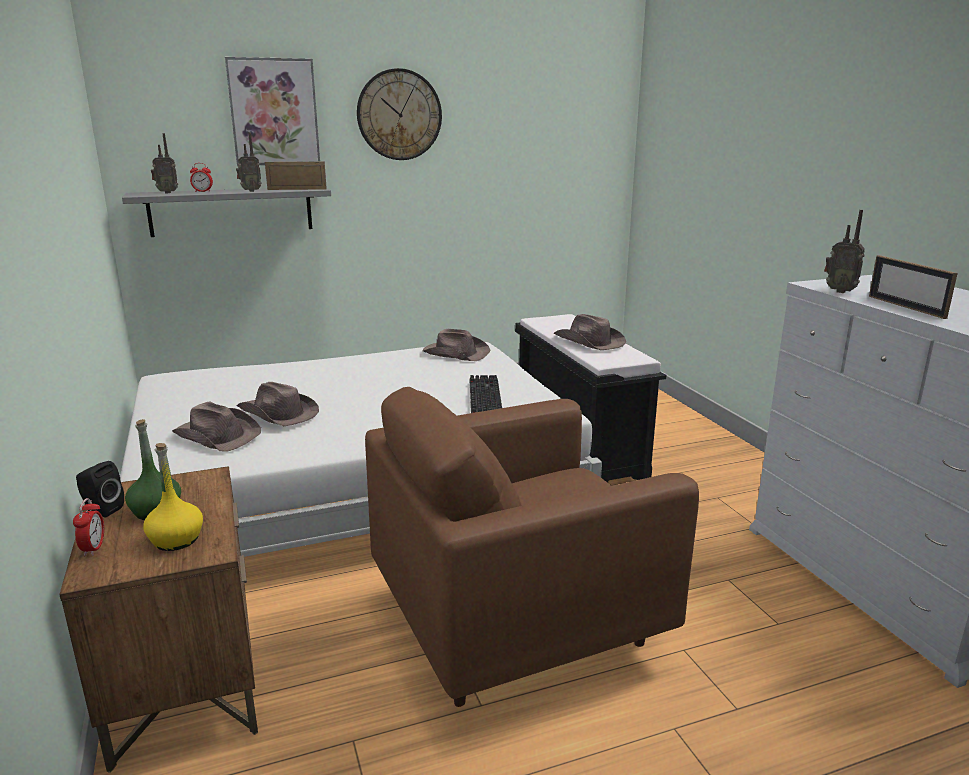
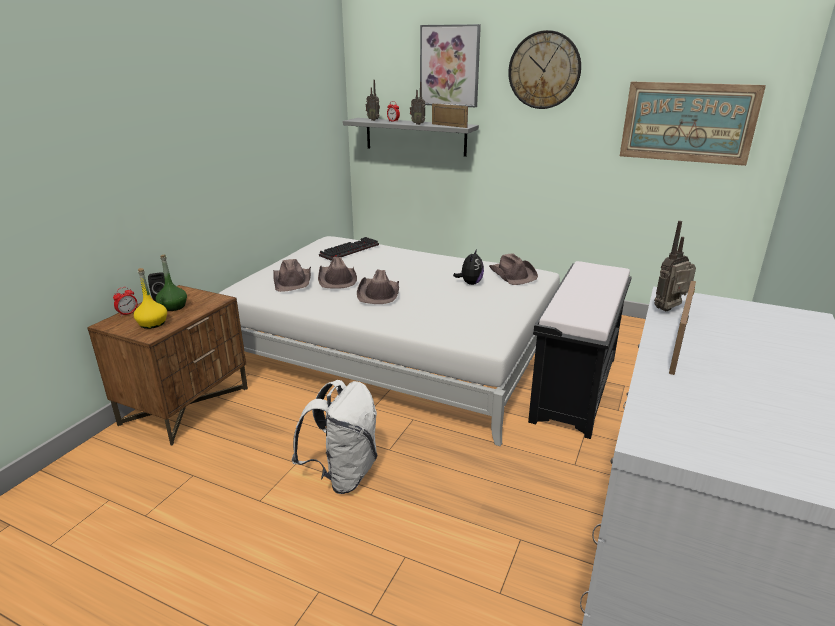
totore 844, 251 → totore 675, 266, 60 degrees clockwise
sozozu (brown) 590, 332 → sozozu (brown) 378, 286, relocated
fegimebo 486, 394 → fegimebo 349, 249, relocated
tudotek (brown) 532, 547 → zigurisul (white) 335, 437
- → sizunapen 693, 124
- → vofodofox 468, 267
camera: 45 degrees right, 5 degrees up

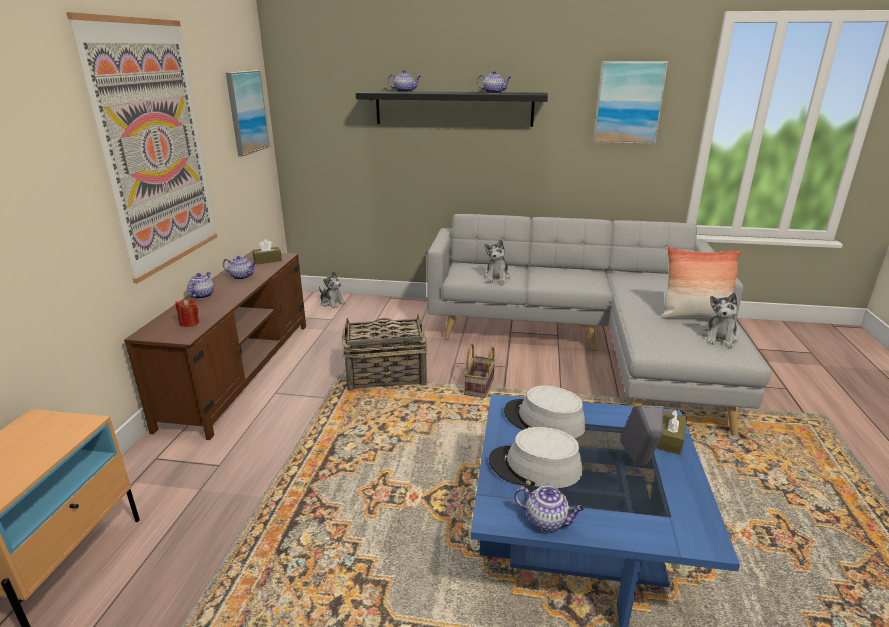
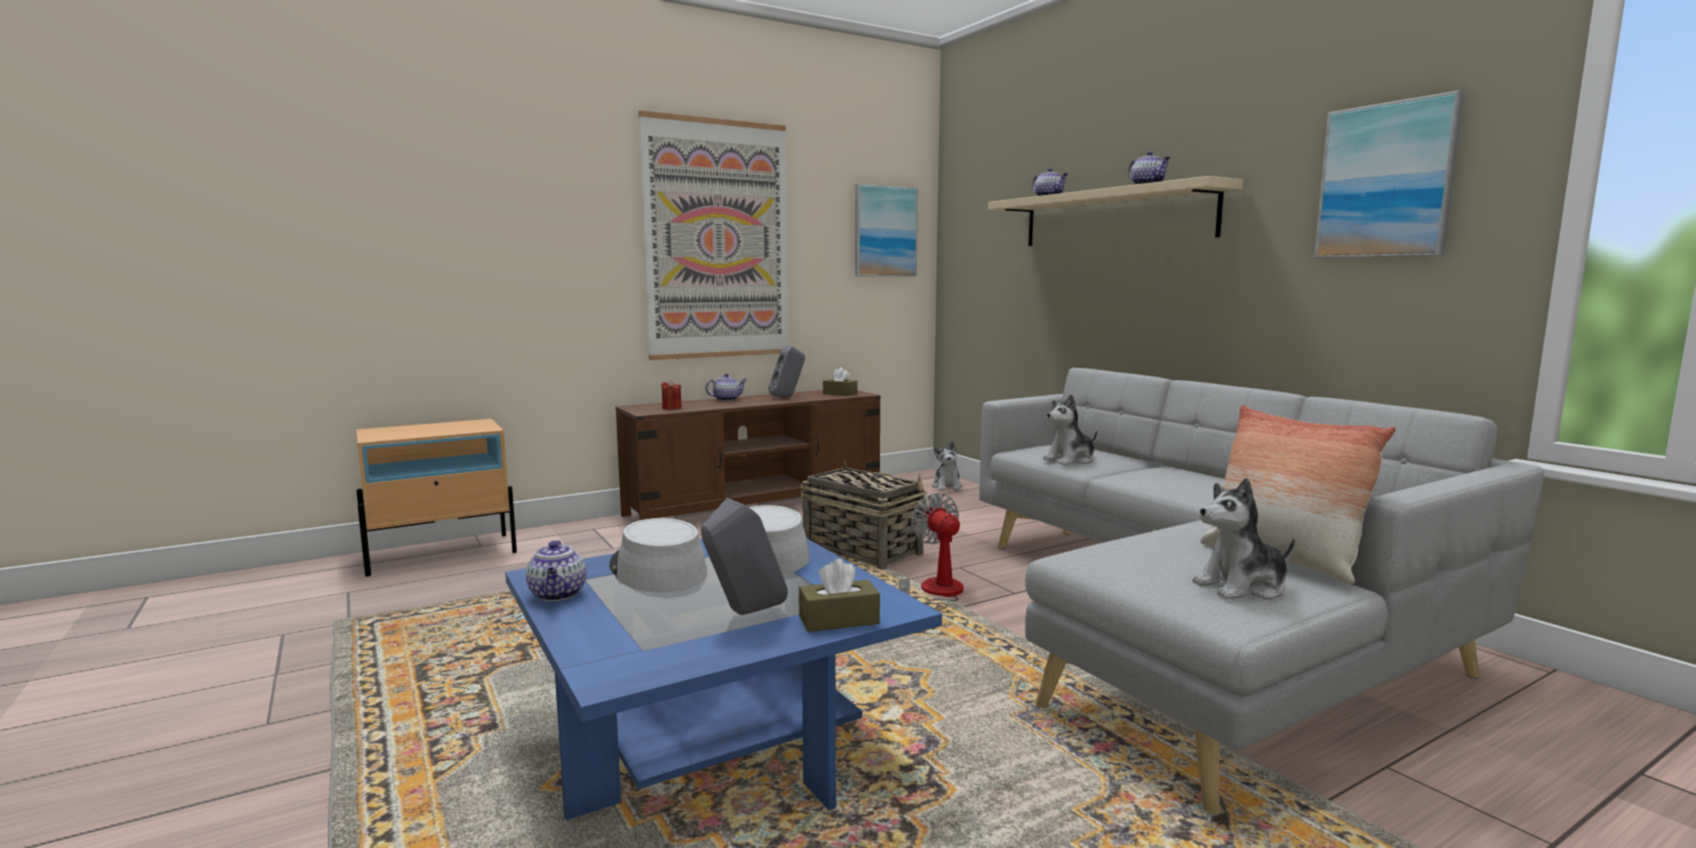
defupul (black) 452, 109 → defupul (beige) 1115, 211
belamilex 239, 268 → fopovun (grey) 787, 371
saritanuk 479, 371 → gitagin 930, 551
camera: 50 degrees right, 15 degrees down

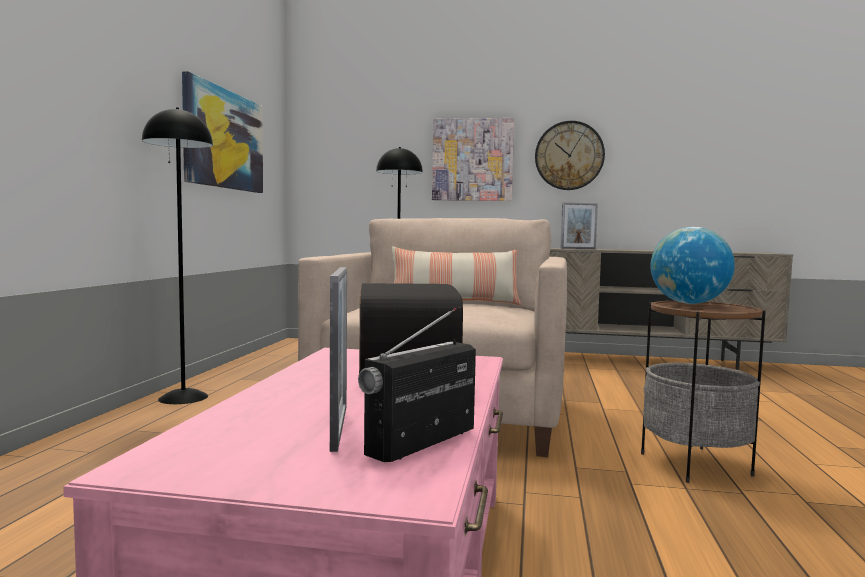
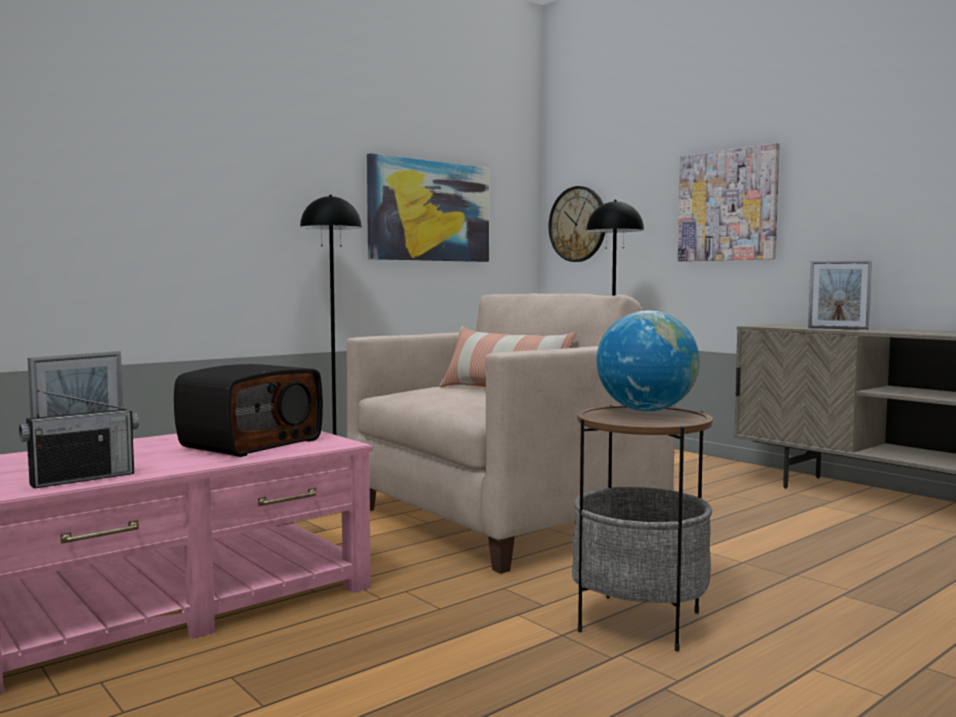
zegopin 570, 155 → zegopin 577, 224, relocated
totore 417, 385 → totore 79, 439, 150 degrees clockwise
camera: 40 degrees right, 0 degrees up

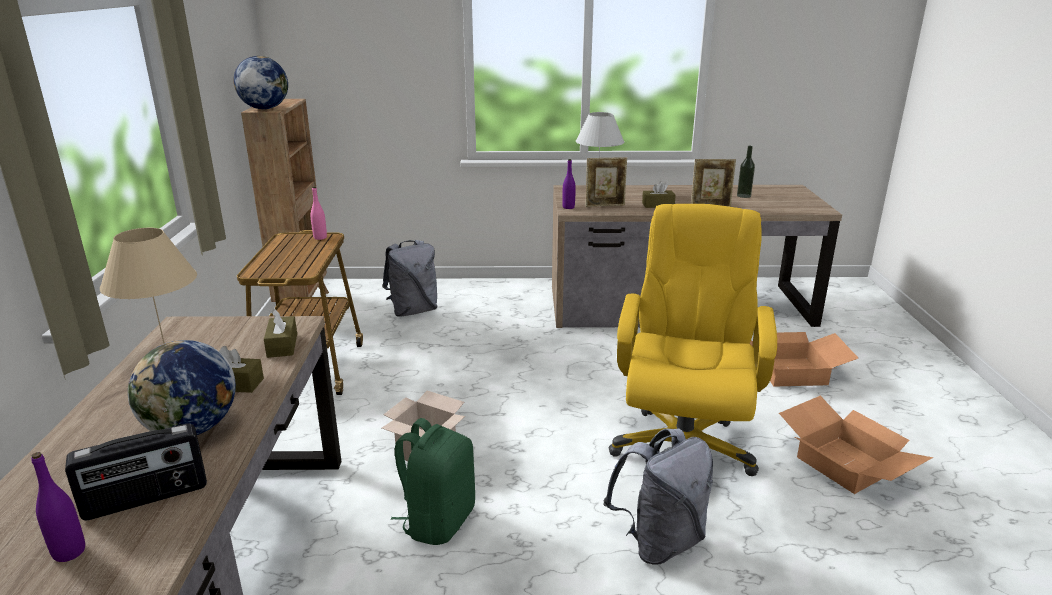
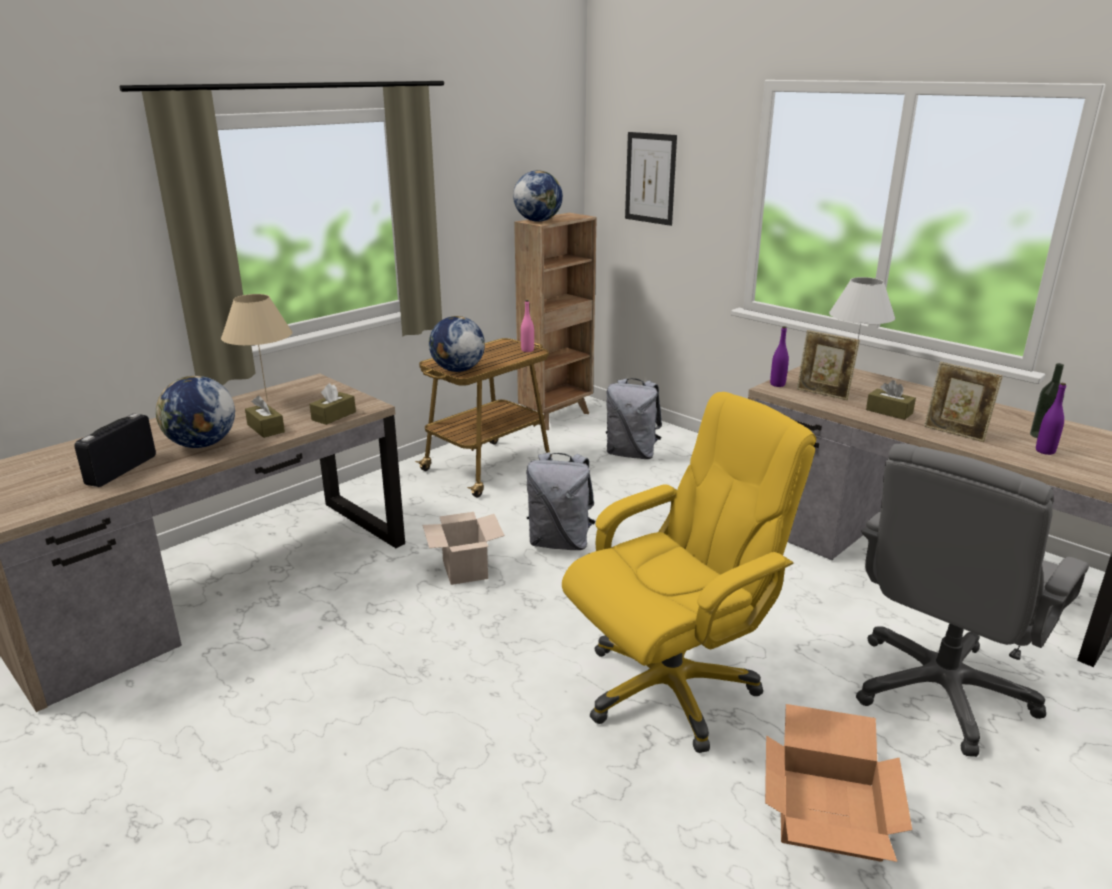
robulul 804, 359 → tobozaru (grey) 972, 600
zigurisul (green) 433, 481 → -
totore 136, 472 → totore 115, 450, 90 degrees clockwise
zigurisul (grey) 658, 497 → zigurisul (grey) 561, 501, relocated
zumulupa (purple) 58, 507 → zumulupa (purple) 1051, 419, relocated
- → sizunapen 651, 179
- → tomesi 457, 344
camera: 45 degrees right, 0 degrees up

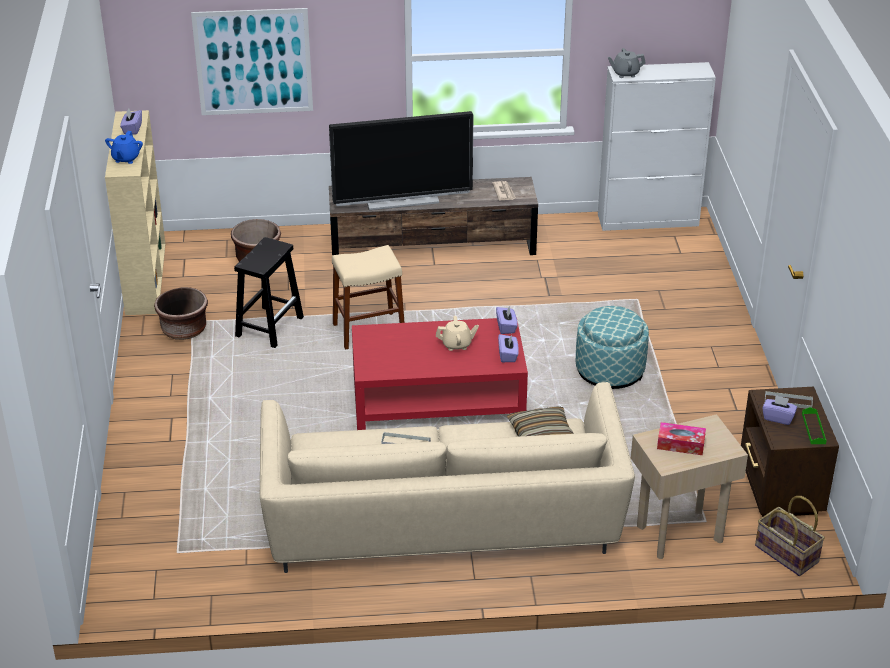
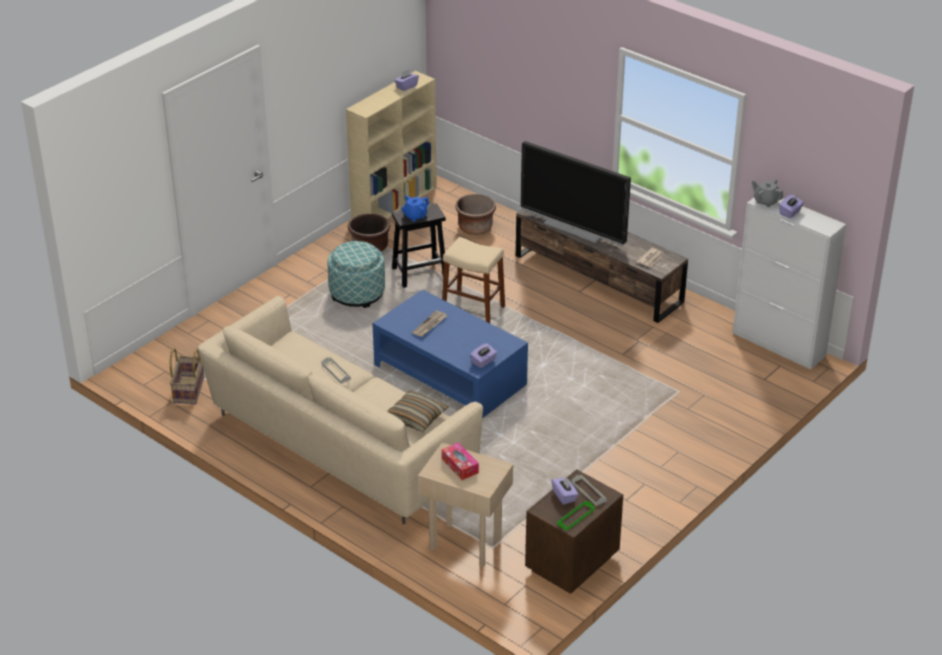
sizunapen 252, 61 → -
belamilex (blue) 124, 147 → belamilex (blue) 415, 208, relocated
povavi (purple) 507, 320 → povavi (purple) 791, 206, relocated
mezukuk 612, 347 → mezukuk 356, 274, relocated
belamilex (beige) 457, 333 → -
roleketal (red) 440, 374 → roleketal (blue) 450, 353
saritanuk 790, 536 → saritanuk 187, 376, relocated
- → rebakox 429, 323
camera: 45 degrees right, 0 degrees up

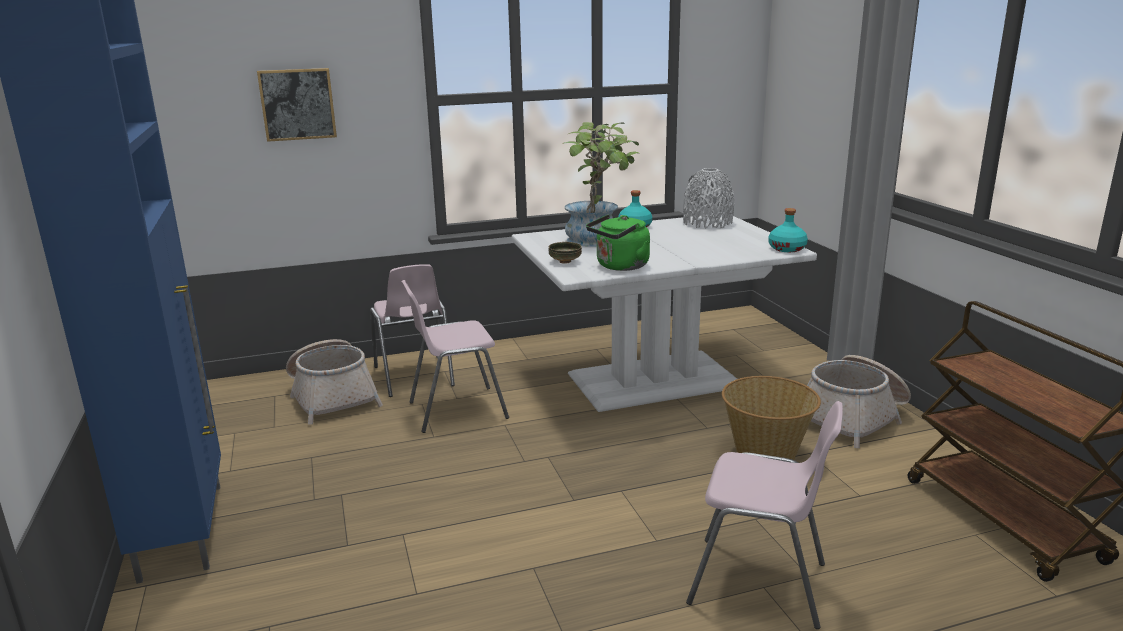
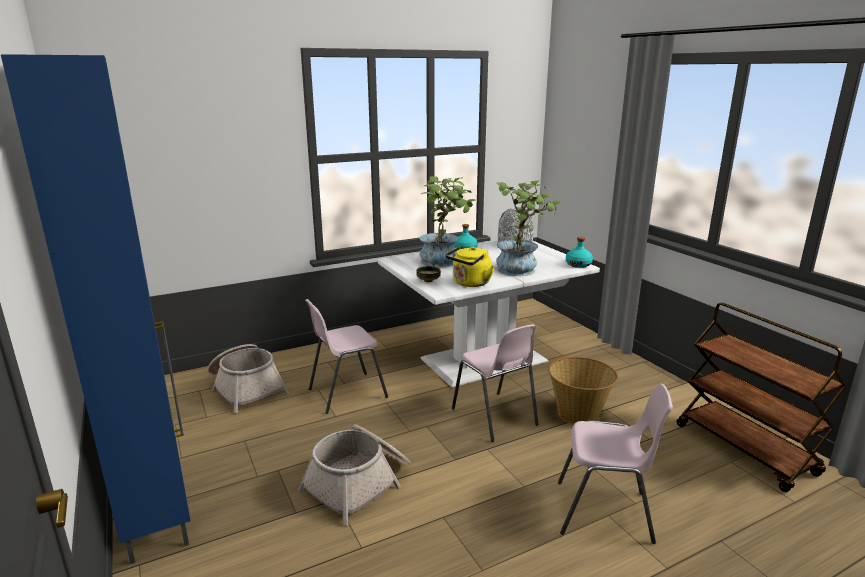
sizunapen 297, 105 → -
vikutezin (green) 618, 242 → vikutezin (yellow) 470, 266
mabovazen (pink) 412, 330 → mabovazen (pink) 495, 383, relocated
saritanuk 859, 401 → saritanuk 354, 475, relocated
- → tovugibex 529, 228
camera: 10 degrees left, 0 degrees up

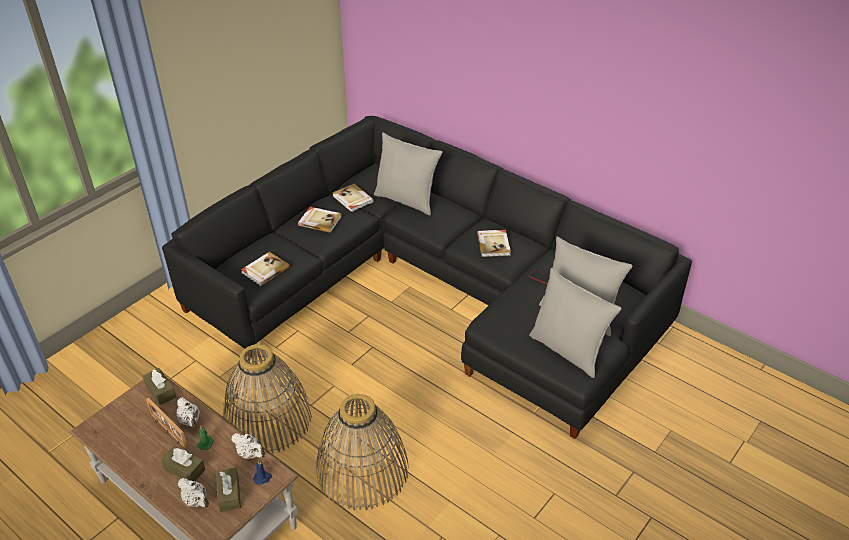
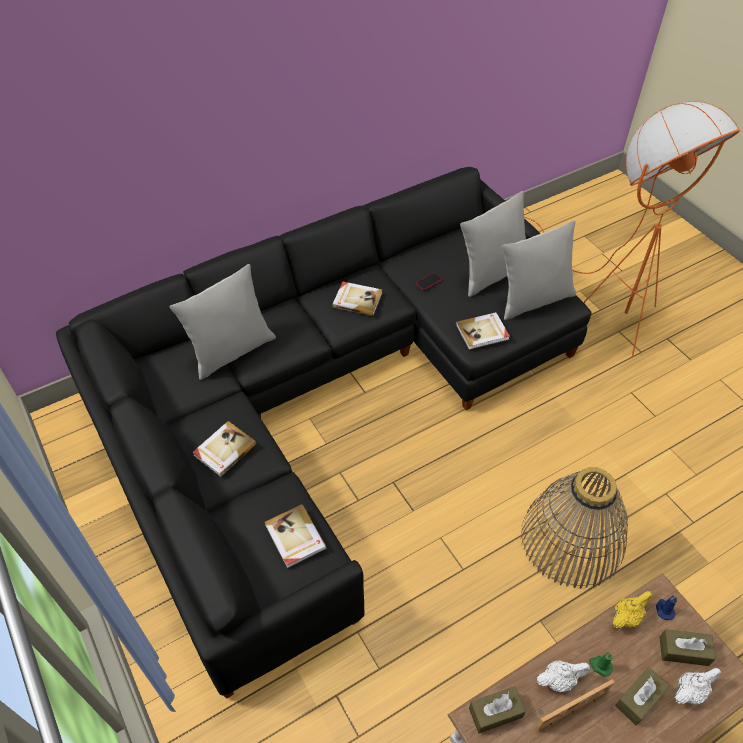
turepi 353, 198 → turepi 483, 331, relocated
saritanuk 267, 398 → -
belamilex (white) 248, 446 → belamilex (yellow) 632, 609
- → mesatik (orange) 632, 229
camera: 70 degrees left, 10 degrees up

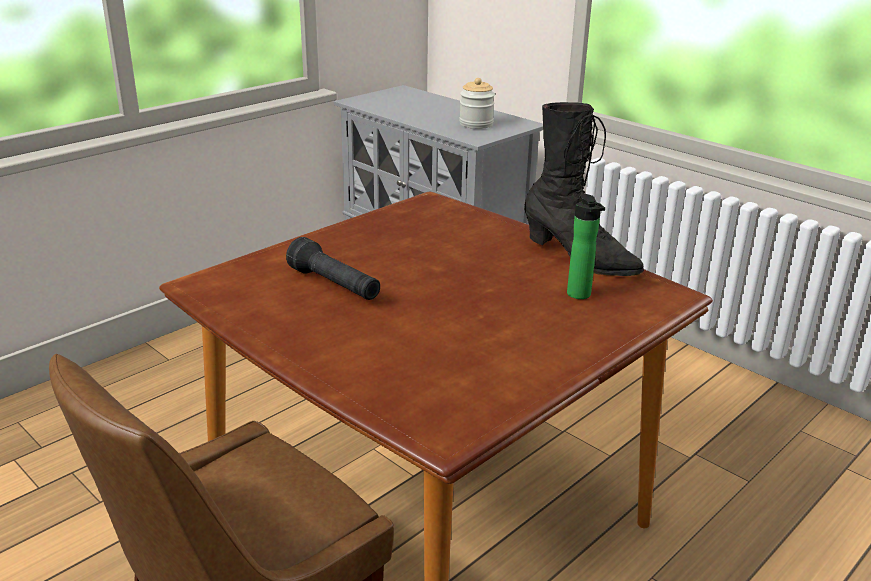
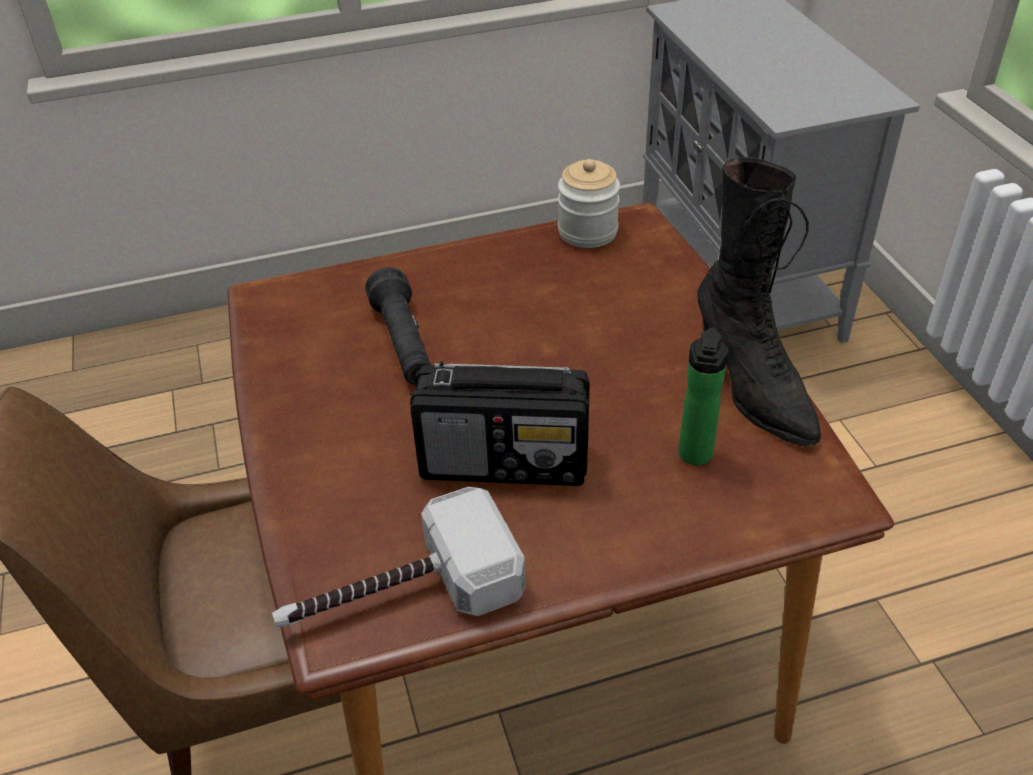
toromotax 477, 103 → toromotax 589, 203, relocated
- → totore 500, 423
- → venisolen 399, 557
camera: 30 degrees right, 15 degrees up

